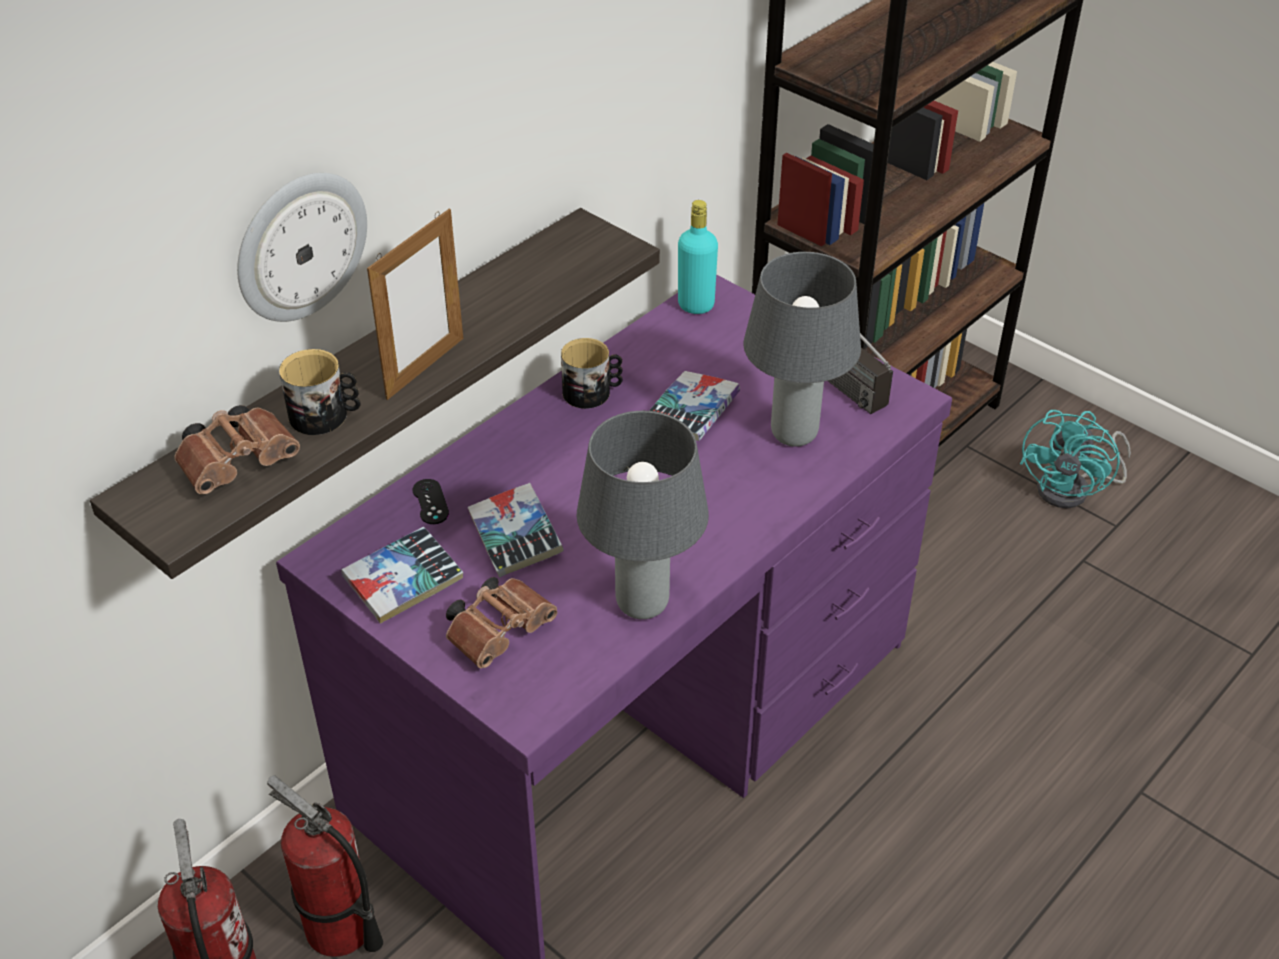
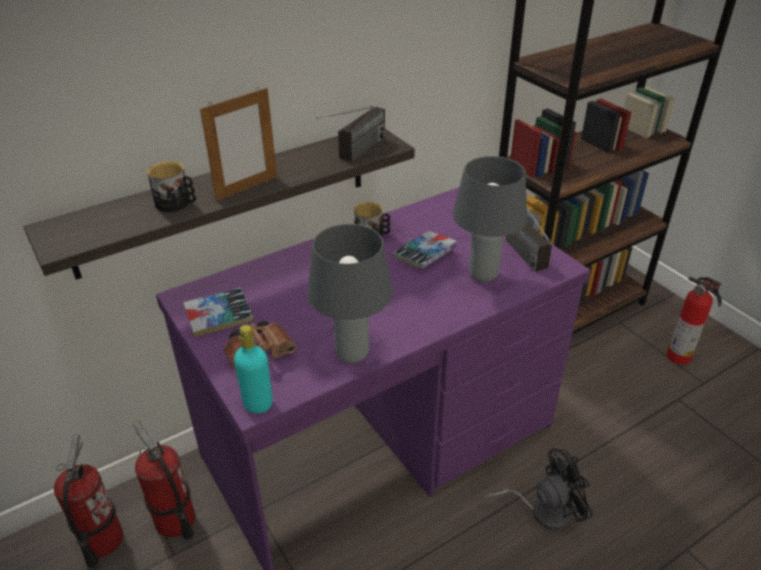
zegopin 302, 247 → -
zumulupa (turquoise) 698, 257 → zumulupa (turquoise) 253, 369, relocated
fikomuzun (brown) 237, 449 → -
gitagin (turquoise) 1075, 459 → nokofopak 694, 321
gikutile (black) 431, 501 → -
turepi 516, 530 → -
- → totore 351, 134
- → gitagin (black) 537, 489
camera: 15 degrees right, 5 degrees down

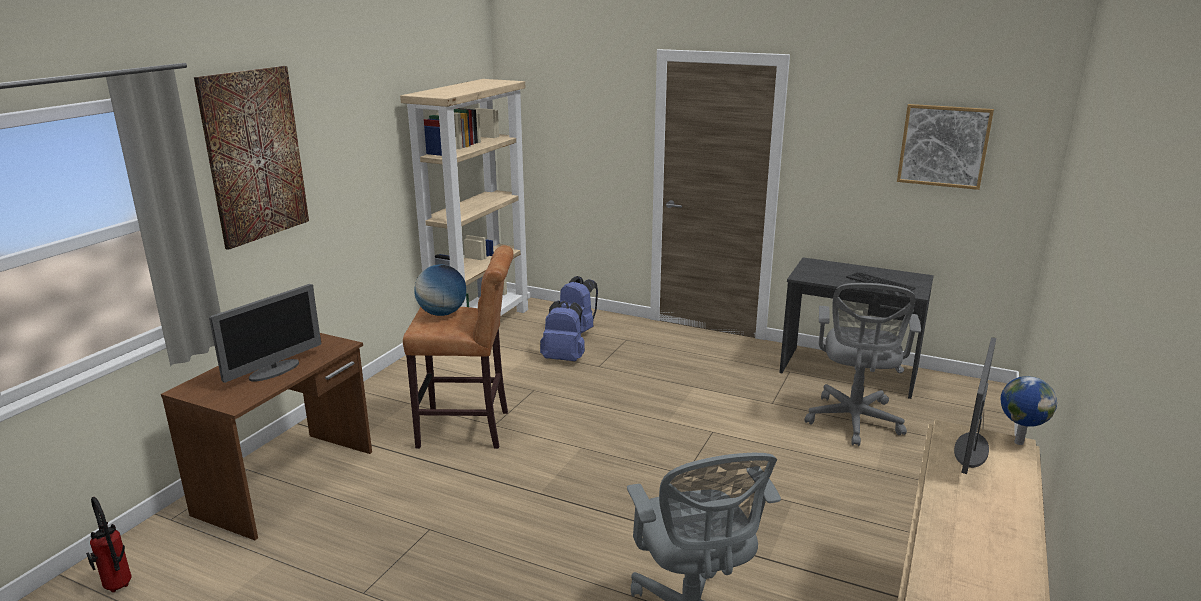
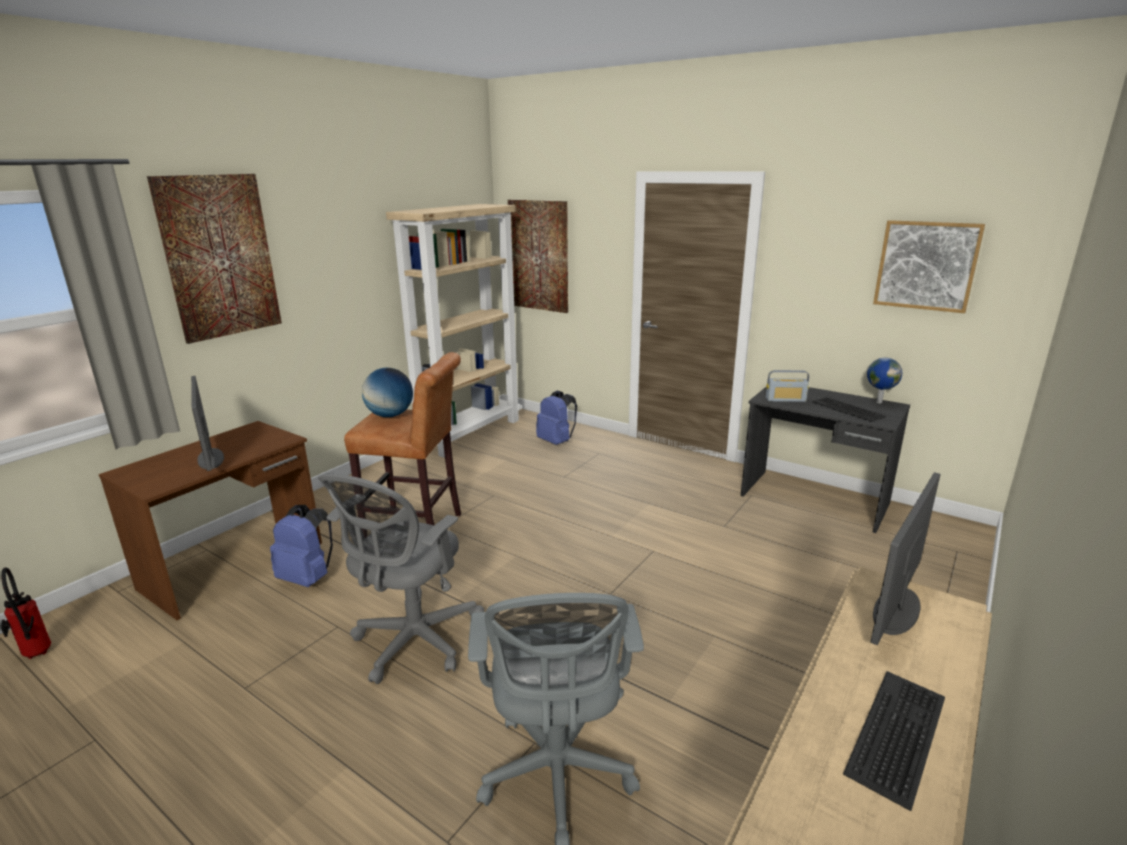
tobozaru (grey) 862, 364 → tobozaru (grey) 401, 579, relocated
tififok 265, 333 → tififok 207, 423, 105 degrees clockwise
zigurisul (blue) 562, 331 → zigurisul (blue) 301, 546, relocated
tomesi 1029, 410 → tomesi 884, 380, relocated
- → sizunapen 538, 256
- → totore 787, 386
- → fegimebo 894, 741
camera: 10 degrees right, 0 degrees up

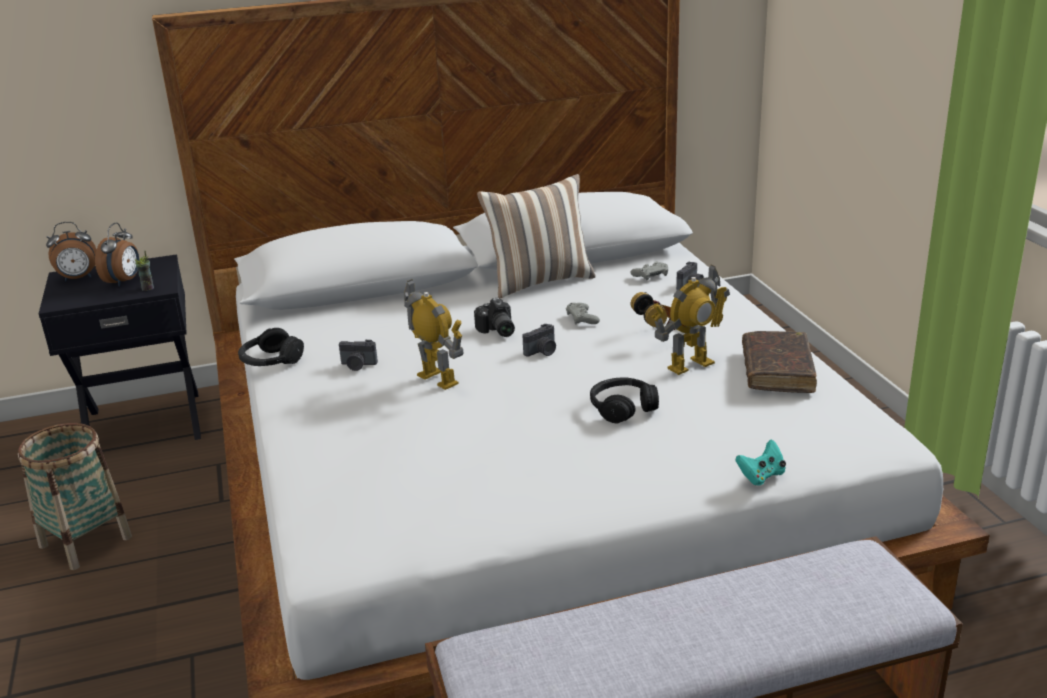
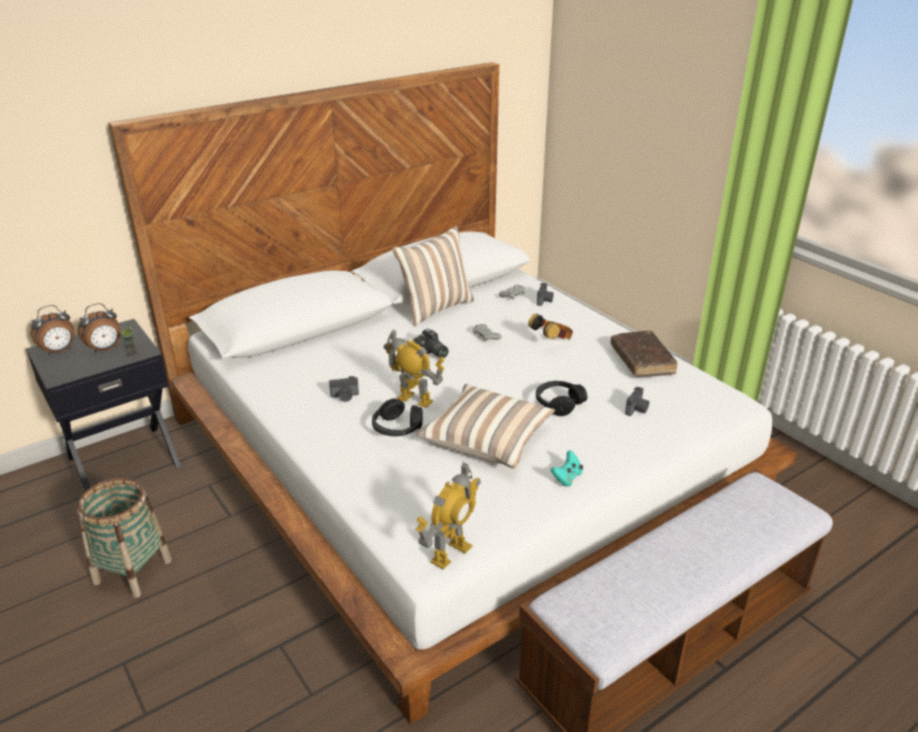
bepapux 117, 255 → bepapux 99, 328, 60 degrees clockwise
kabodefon 690, 320 → kabodefon 448, 516, relocated
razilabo 539, 340 → razilabo 637, 401, relocated
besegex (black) 271, 347 → besegex (black) 397, 418, relocated
gikutile (turquoise) 760, 463 → gikutile (turquoise) 567, 468, relocated
- → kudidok 486, 426
camera: 20 degrees left, 5 degrees up

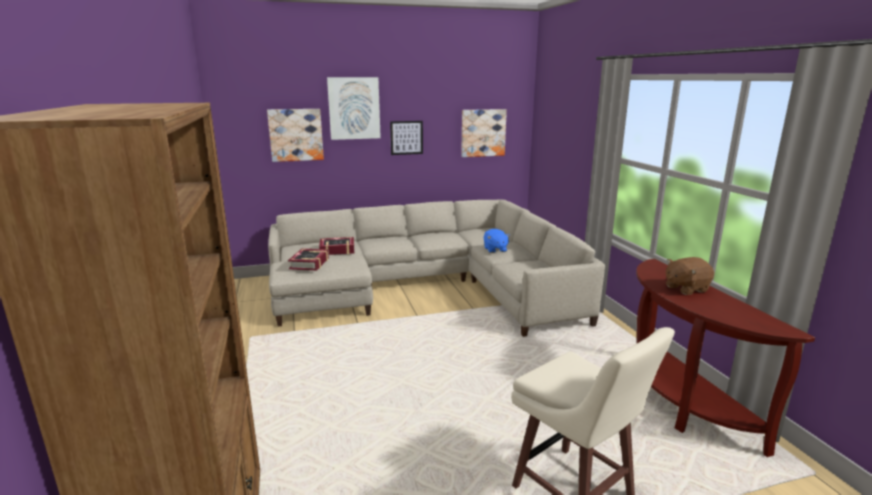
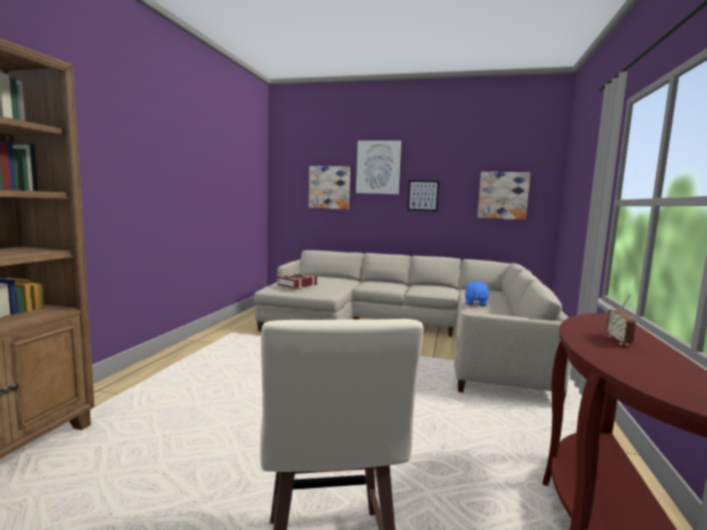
turepi 337, 246 → -
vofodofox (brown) 690, 276 → totore 621, 319
camera: 30 degrees right, 10 degrees down

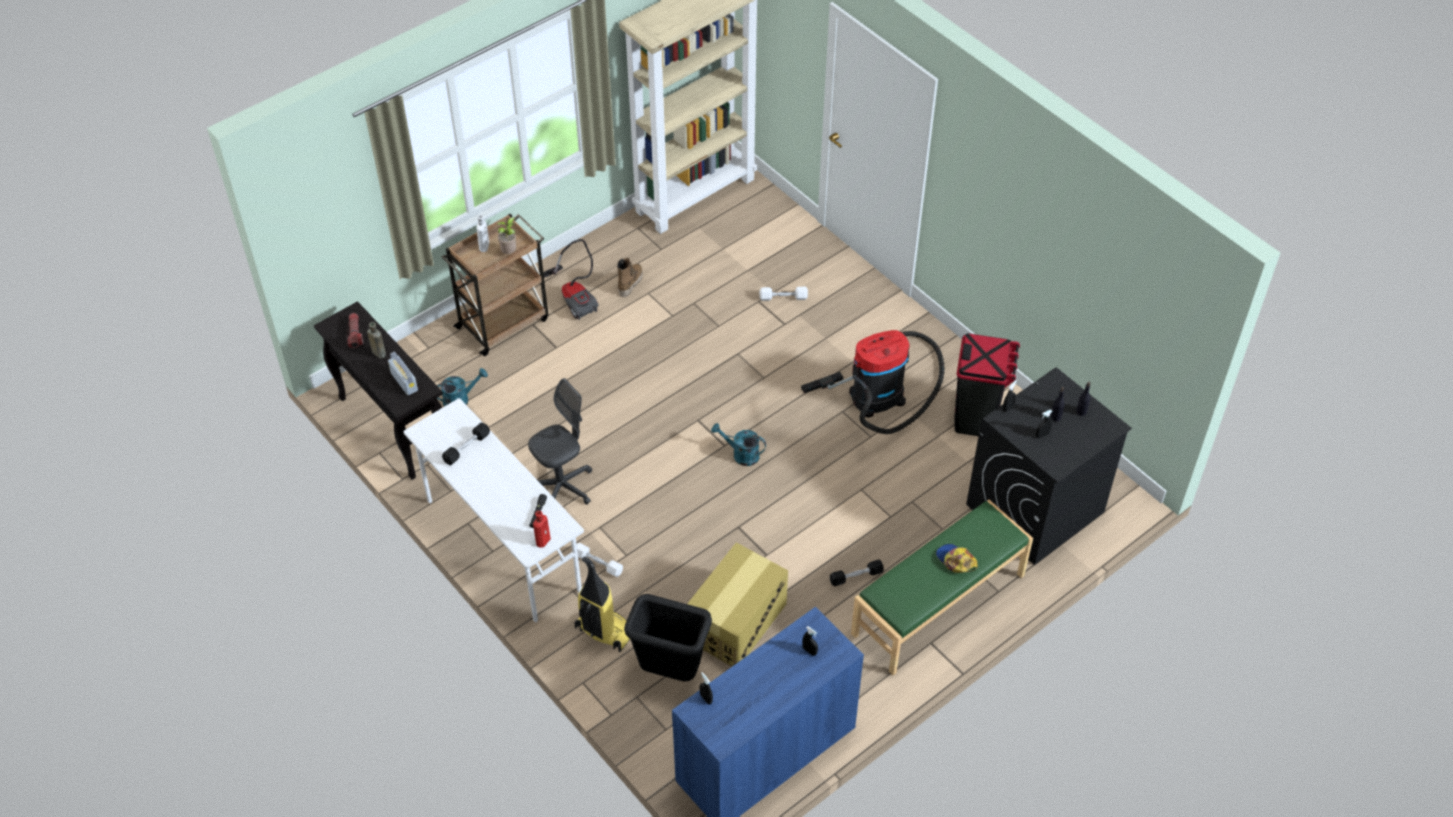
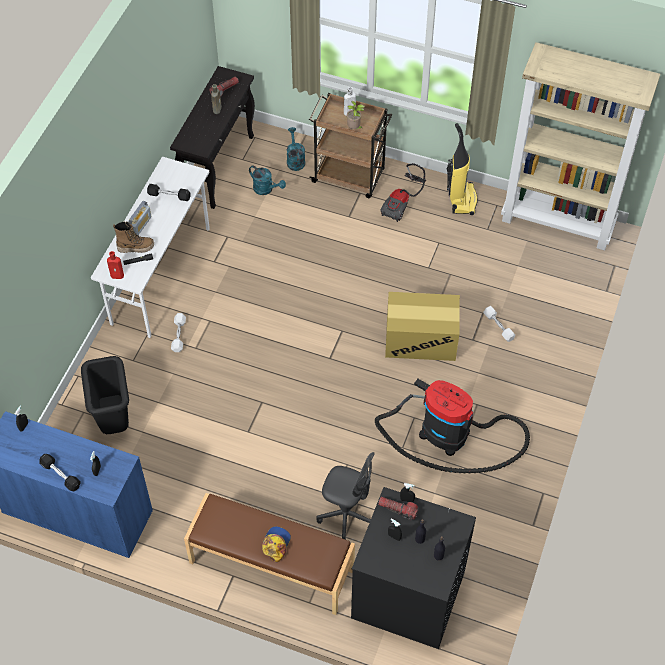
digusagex 630, 277 → digusagex 133, 237, relocated
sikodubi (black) 987, 384 → -
totore 403, 373 → totore 140, 218, relocated
tobozaru (grey) 560, 441 → tobozaru (grey) 345, 496, relocated
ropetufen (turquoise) 738, 444 → ropetufen (turquoise) 296, 149, relocated
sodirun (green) 942, 587 → sodirun (brown) 269, 554
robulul 737, 604 → robulul 422, 326, relocated
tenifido 602, 605 → tenifido 462, 169, relocated
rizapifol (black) 857, 573 → rizapifol (black) 60, 472, relocated
- → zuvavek 398, 508
camera: 60 degrees right, 5 degrees up

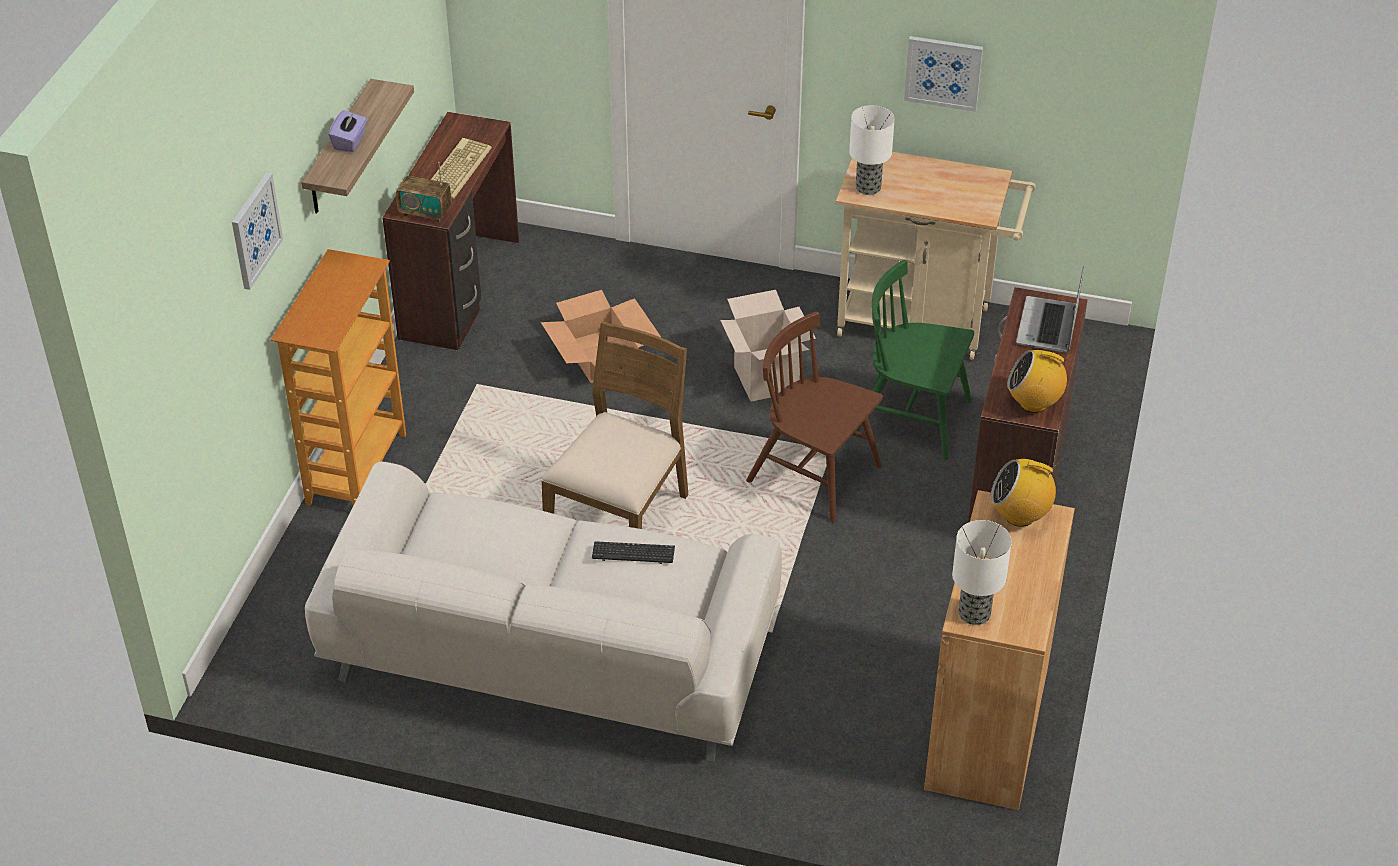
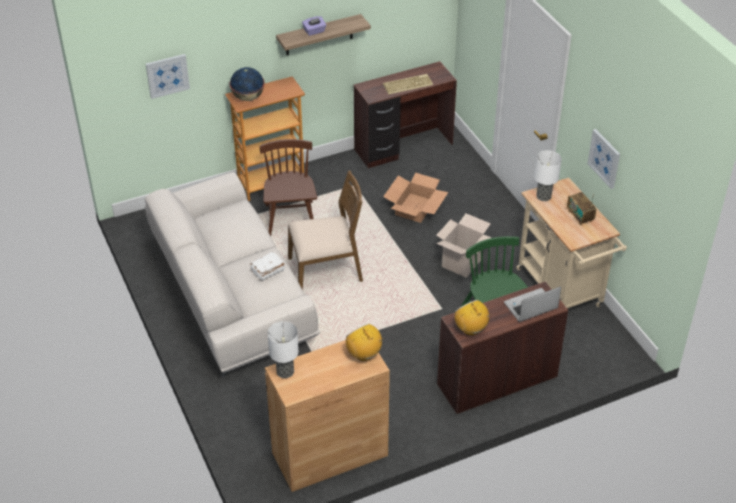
totore 424, 192 → totore 581, 208, relocated
sizunapen 257, 231 → sizunapen 168, 76, relocated
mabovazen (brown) 814, 417 → mabovazen (brown) 288, 187, relocated
fegimebo 633, 552 → turepi (white) 267, 266
- → tomesi 247, 84
camera: 50 degrees right, 0 degrees up

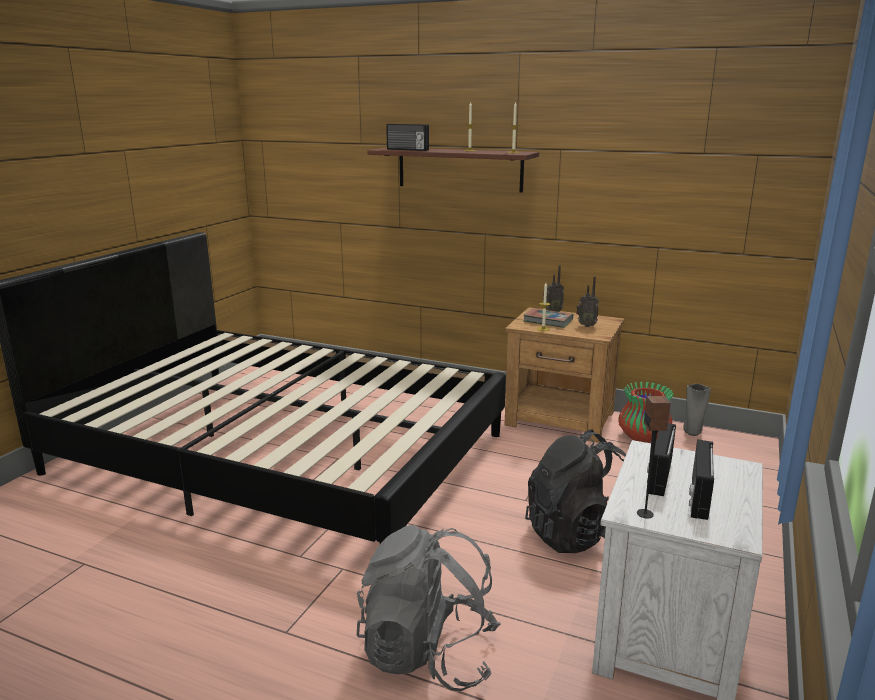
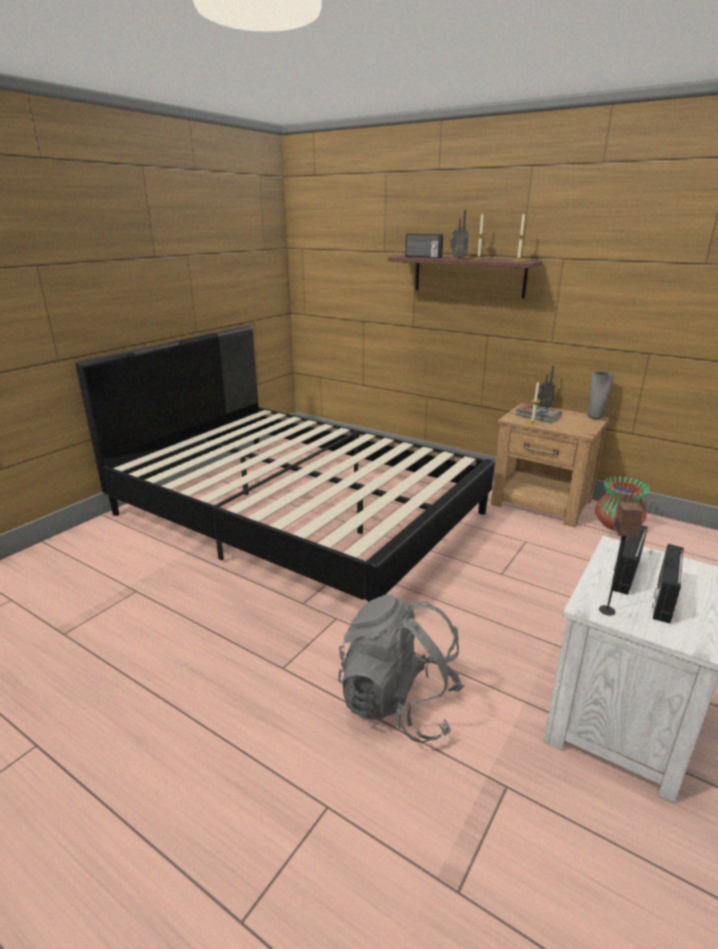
totore 587, 301 → totore 459, 234, relocated
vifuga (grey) 697, 410 → vifuga (grey) 600, 396, relocated
zigurisul (black) 575, 491 → -
camera: 10 degrees right, 5 degrees up

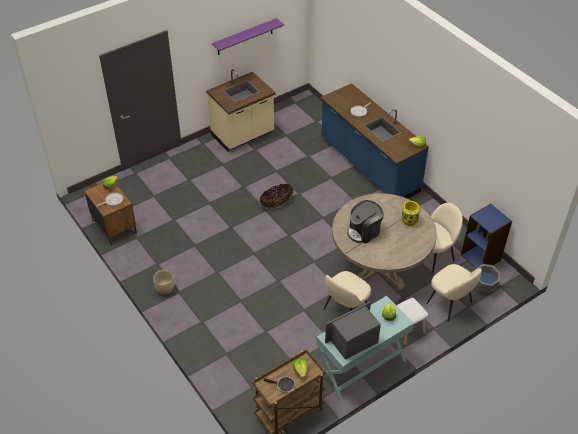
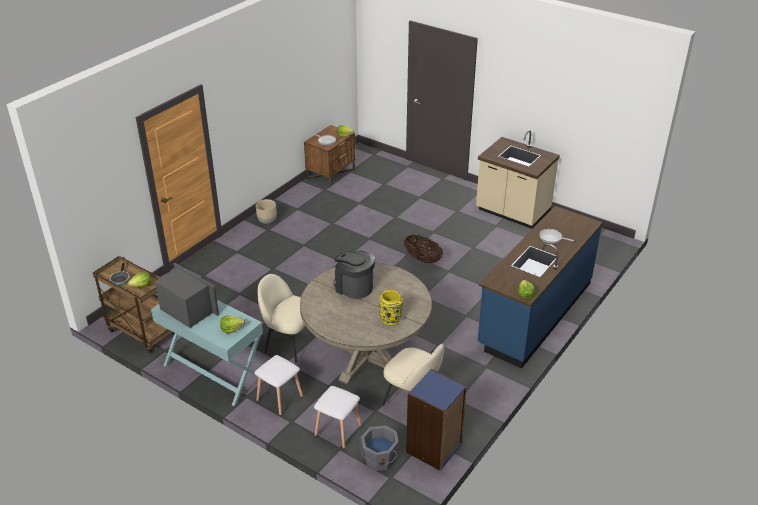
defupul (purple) 248, 36 → -
mabovazen (beige) 454, 293 → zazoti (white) 338, 417
camera: 70 degrees right, 10 degrees down

